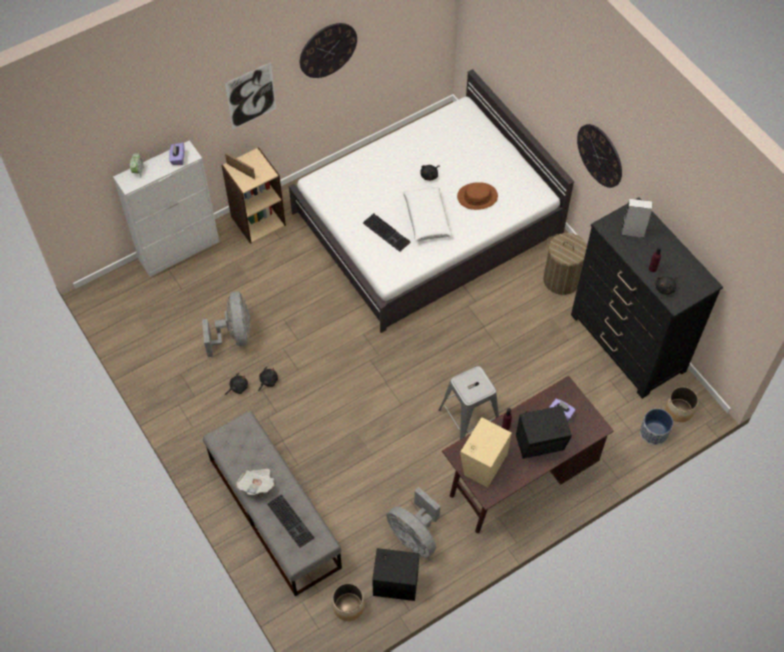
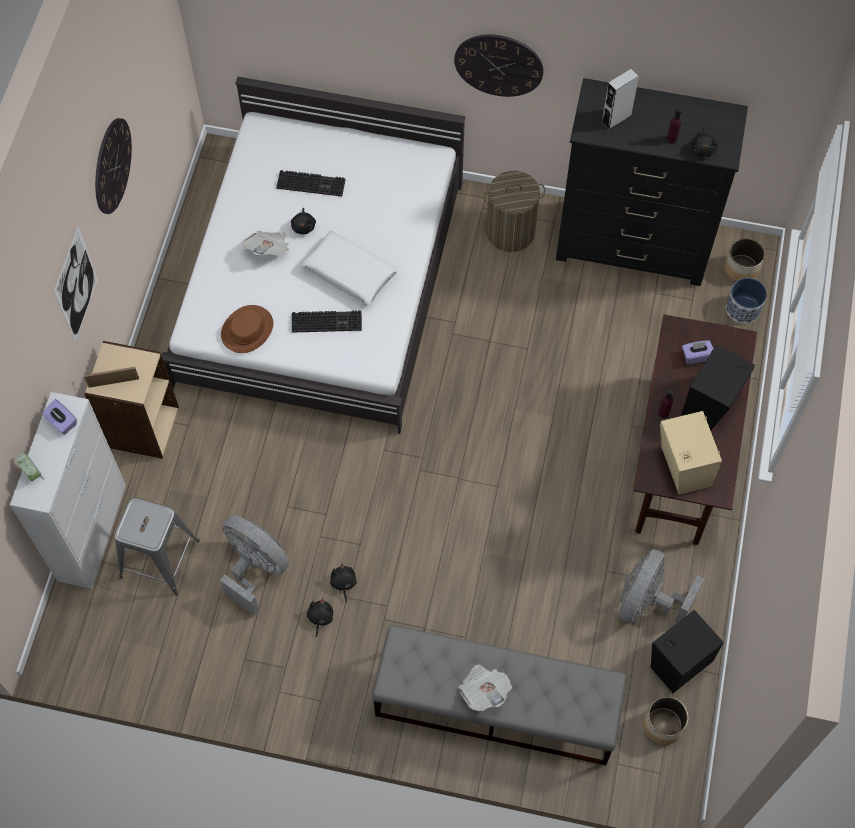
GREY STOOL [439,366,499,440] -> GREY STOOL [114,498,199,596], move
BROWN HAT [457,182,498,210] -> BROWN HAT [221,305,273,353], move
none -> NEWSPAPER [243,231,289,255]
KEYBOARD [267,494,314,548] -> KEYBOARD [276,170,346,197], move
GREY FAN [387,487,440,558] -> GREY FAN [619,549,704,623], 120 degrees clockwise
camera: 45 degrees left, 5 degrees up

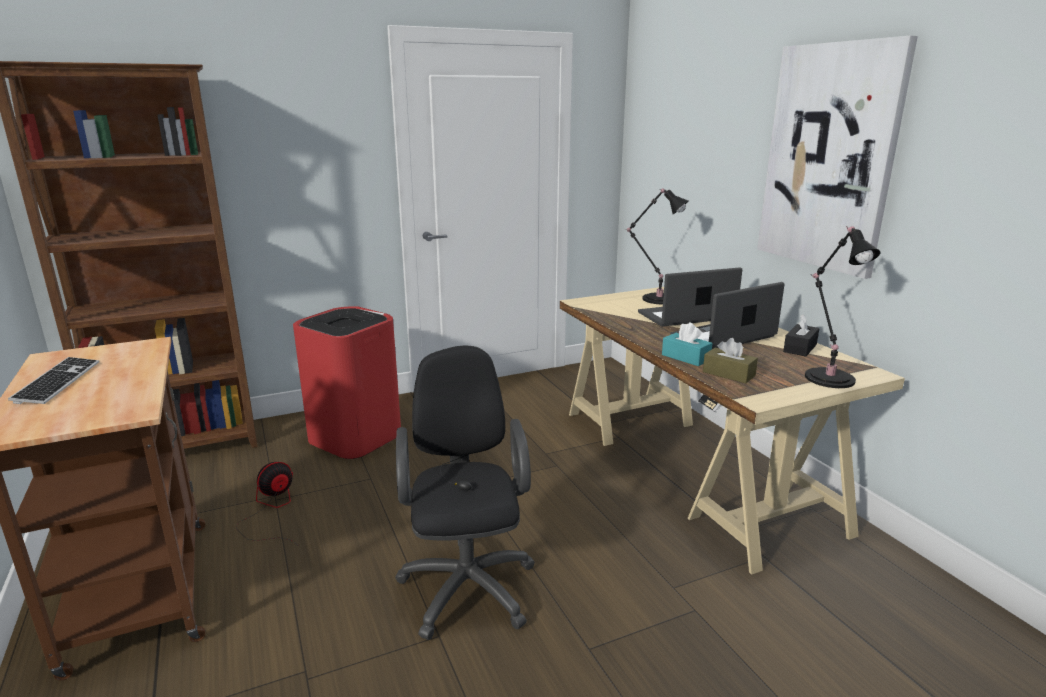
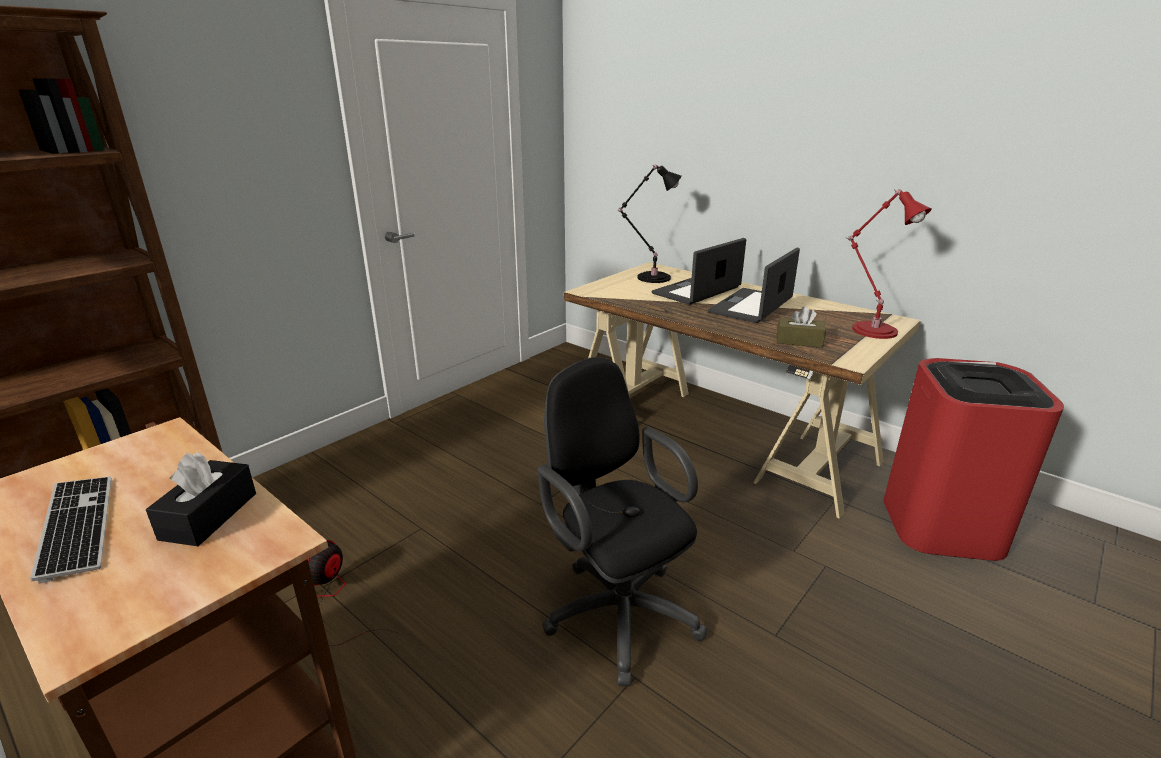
BLACK TISSUE BOX [783,314,819,357] -> BLACK TISSUE BOX [146,452,256,546], move
BLACK TABLE LAMP [805,226,880,388] -> RED TABLE LAMP [848,189,932,339]
RED TRASH CAN [293,306,401,459] -> RED TRASH CAN [884,358,1064,561], move
TURQUOISE TISSUE BOX [662,322,712,366] -> none
PICTURE [757,36,918,279] -> none
camera: 25 degrees left, 5 degrees up

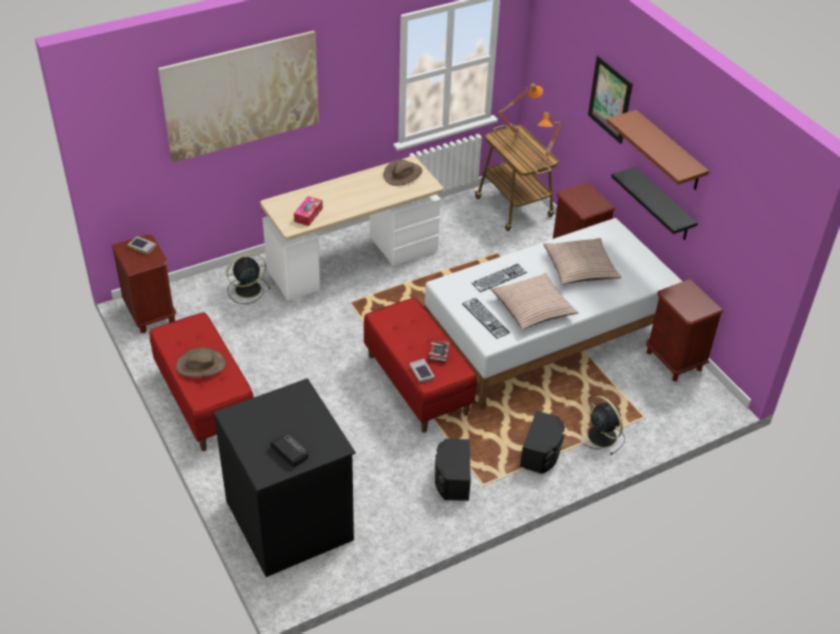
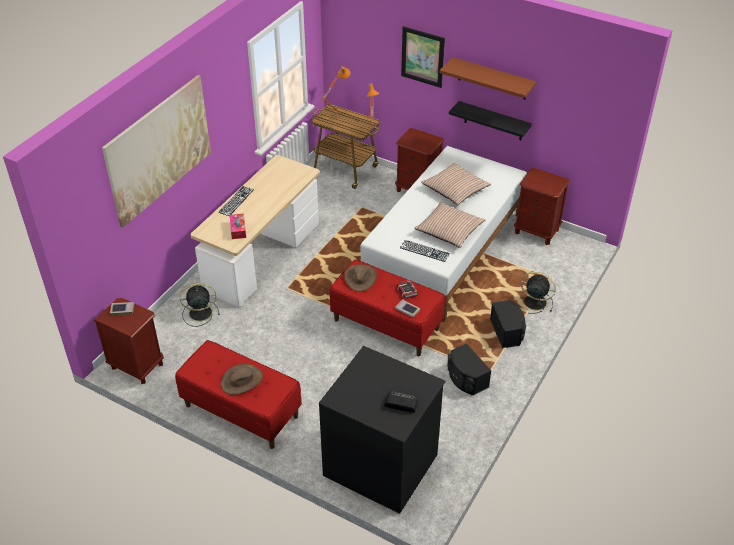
BLACK FAN [226,253,271,304] -> BLACK FAN [180,283,220,327], 45 degrees clockwise
KEYBOARD [471,264,527,292] -> KEYBOARD [218,186,254,216], move
BROWN HAT [384,159,422,186] -> BROWN HAT [344,264,377,292], move
camera: 30 degrees left, 0 degrees up

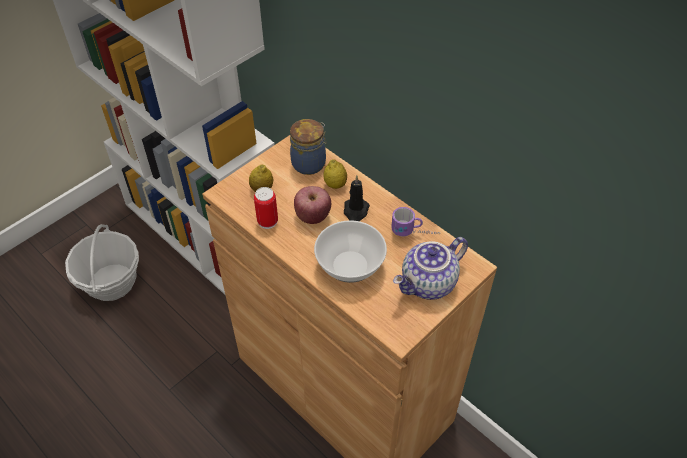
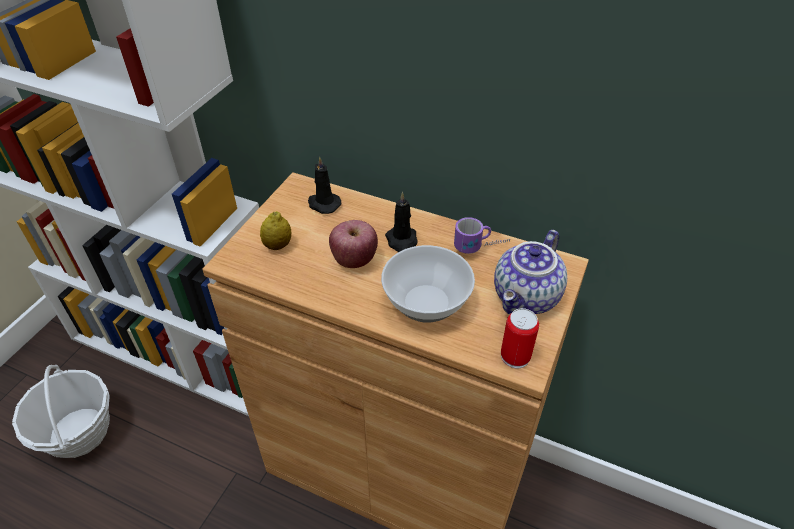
JAR [290,119,327,175] -> BLACK CANDLE [308,156,341,214]
CAN [254,187,278,229] -> CAN [501,308,539,368], move
LEMON [324,159,347,189] -> none
camera: 20 degrees left, 5 degrees down

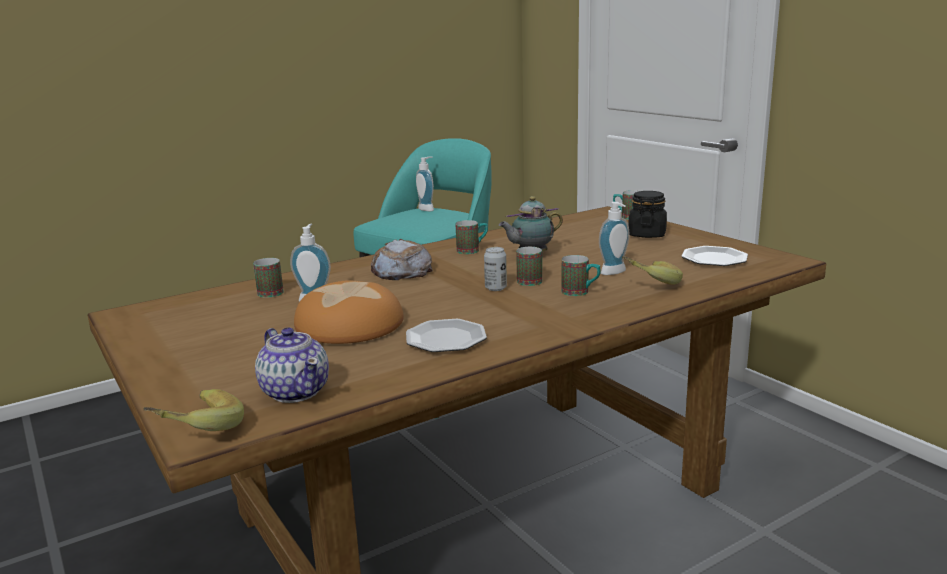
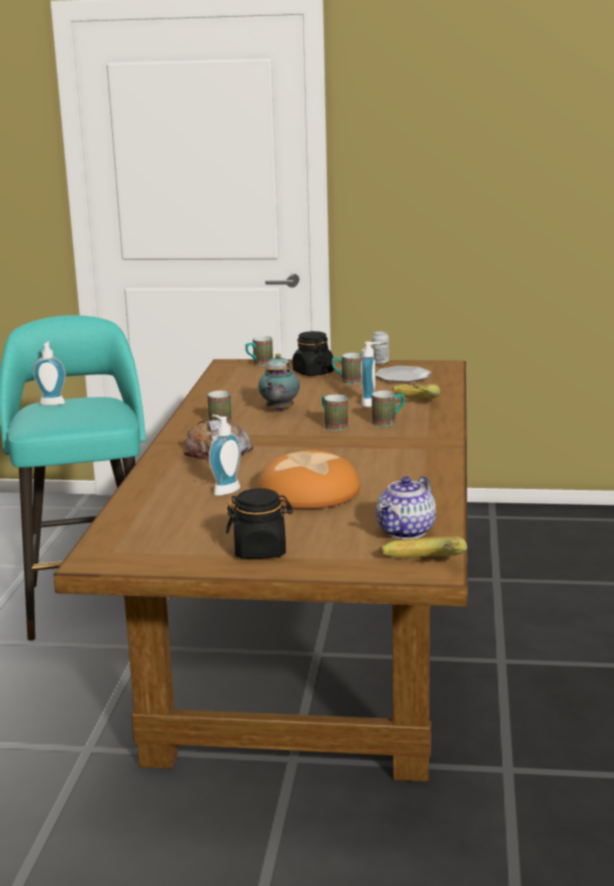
none -> BLACK JAR [226,488,293,559]
MUG [253,258,284,298] -> MUG [332,353,362,384], move
CAN [484,247,507,291] -> CAN [372,331,389,365], move
TEAPOT [255,328,329,403] -> TEAPOT [376,476,436,539], 120 degrees clockwise
PLATE [406,319,487,352] -> none
camera: 50 degrees left, 0 degrees up

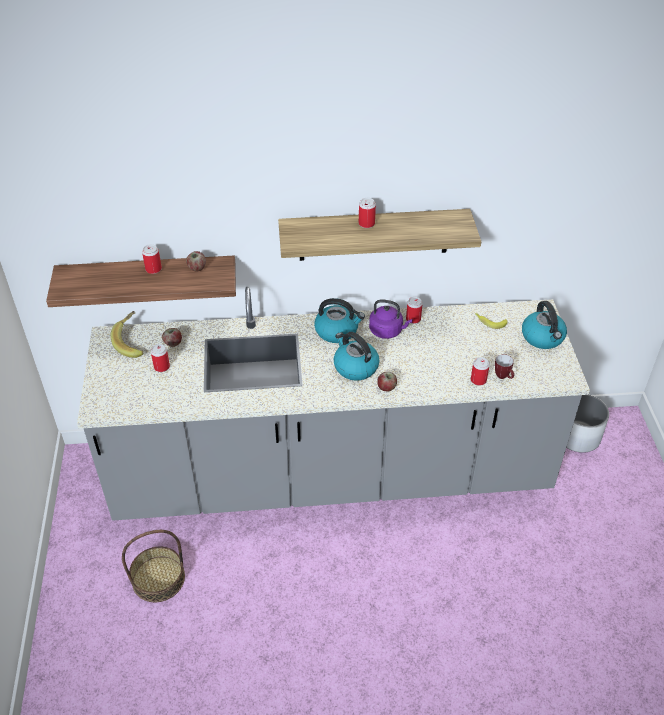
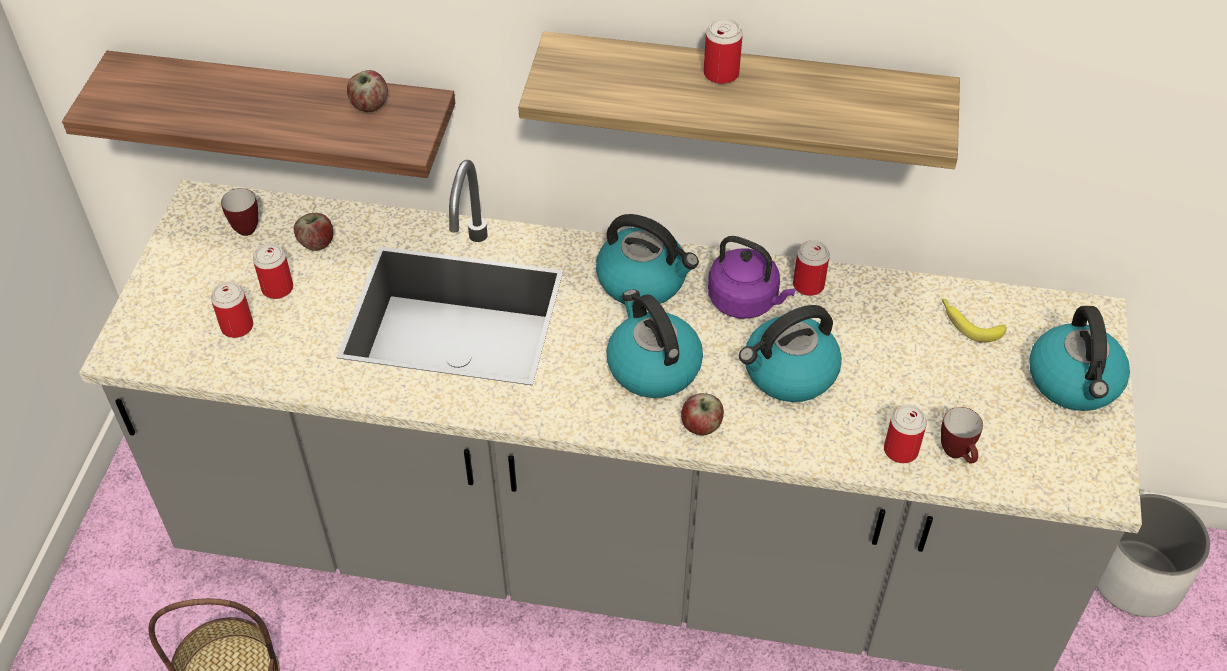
CAN [142,244,162,274] -> CAN [211,281,253,338], move
BANANA [111,311,144,358] -> MUG [221,188,258,236]
none -> KETTLE [739,305,842,402]
camera: 15 degrees right, 5 degrees up

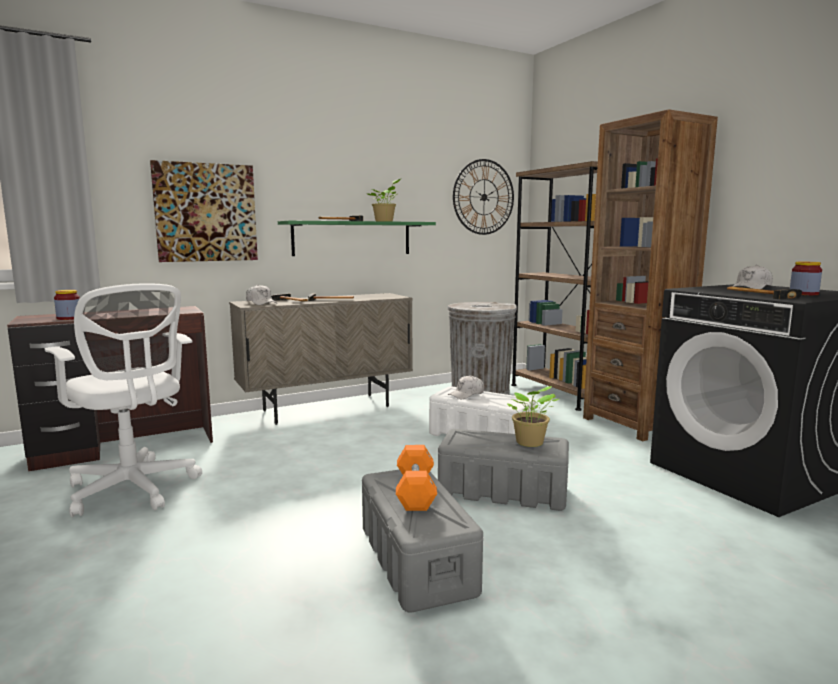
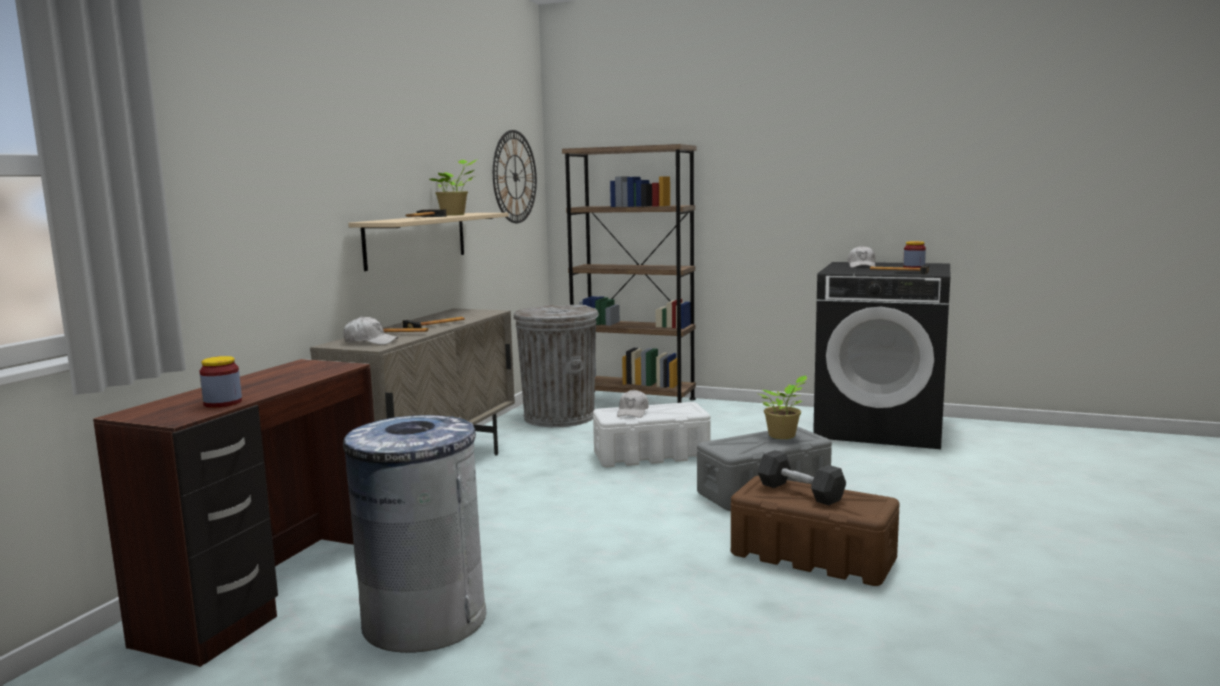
WHITE OFFICE CHAIR [45,283,202,517] -> GREY TRASH CAN [343,415,486,653]
GREEN SHELF [278,220,436,256] -> BEIGE SHELF [348,213,509,271]
GREY STORAGE BOX [362,470,483,613] -> BROWN STORAGE BOX [731,476,900,586]
ORANGE DUMBBELL [396,445,437,511] -> BLACK DUMBBELL [757,450,846,505]
PICTURE [150,160,258,262] -> none
BROWN BOOKCASE [583,109,718,441] -> none
camera: 40 degrees left, 0 degrees up

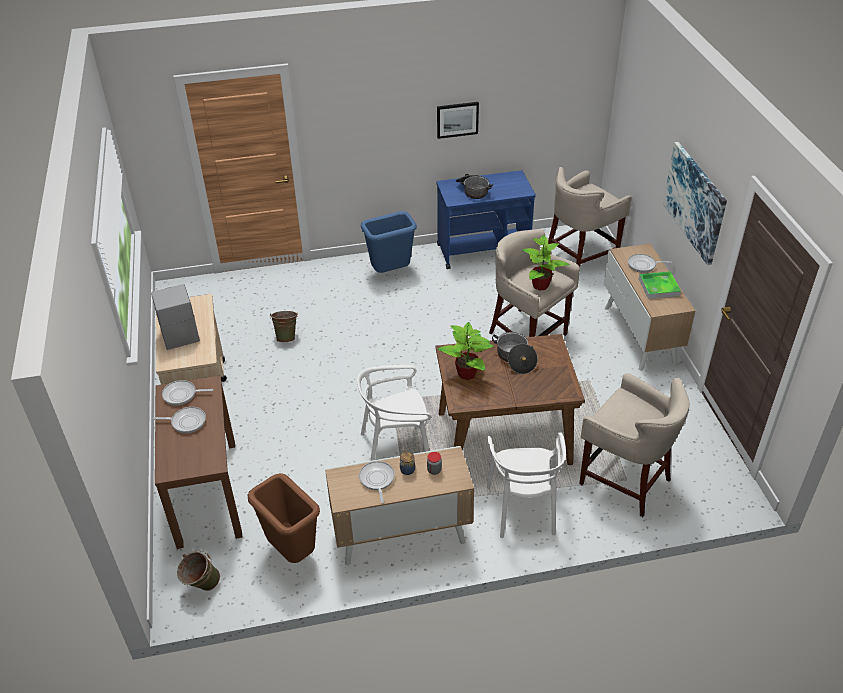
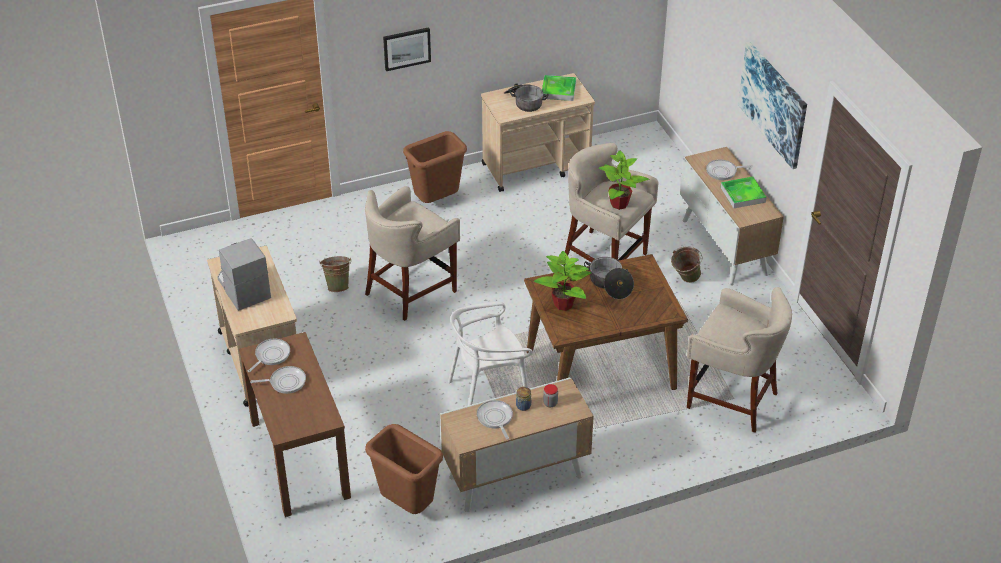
FRYING PAN [162,380,213,405] -> FRYING PAN [248,339,290,372], 135 degrees clockwise
BEIGE STOOL [548,167,632,267] -> BEIGE STOOL [365,186,460,321], move
PICTURE [437,102,479,139] -> PICTURE [383,27,431,71], move
BLUE TRASH CAN [361,211,417,273] -> BROWN TRASH CAN [403,131,467,203]
BLUE CART [437,170,536,269] -> BEIGE CART [481,73,595,192]
none -> TRAY [542,75,576,101]
GREEN BUCKET [177,550,220,591] -> GREEN BUCKET [671,246,702,283], move
WHITE CHAIR [487,432,566,538] -> none
camera: 10 degrees left, 0 degrees up

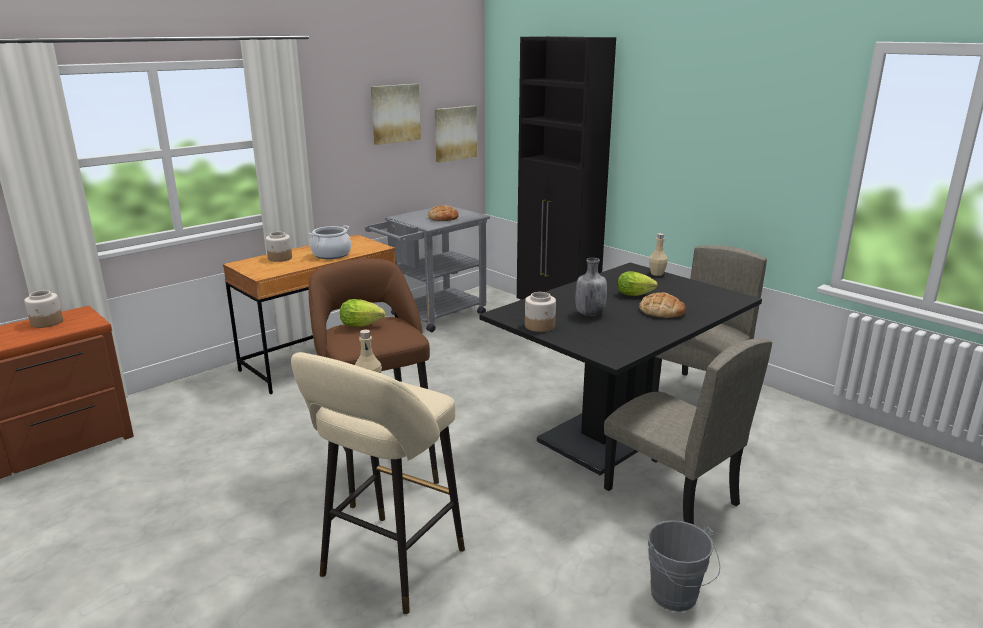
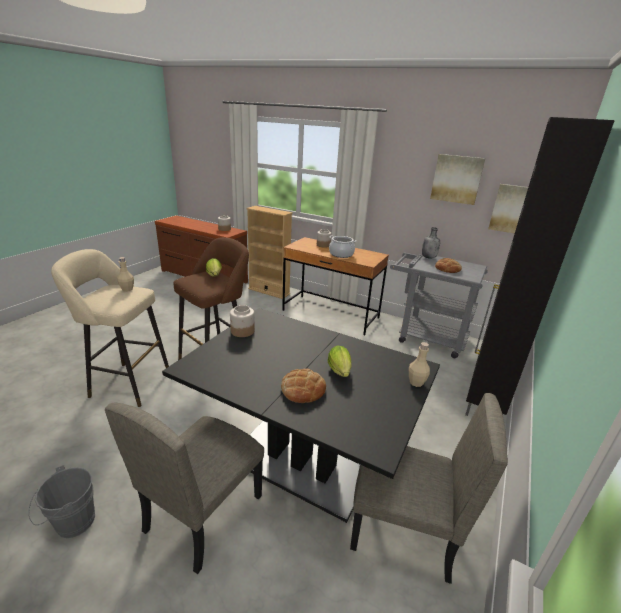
none -> BEIGE BOOKCASE [246,206,293,299]
GREY BOTTLE [576,258,607,316] -> GREY BOTTLE [422,227,440,259], move
camera: 70 degrees right, 5 degrees up

